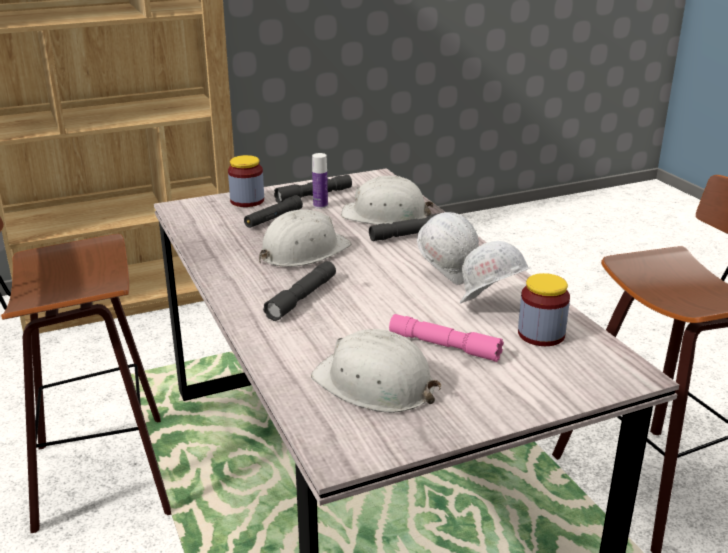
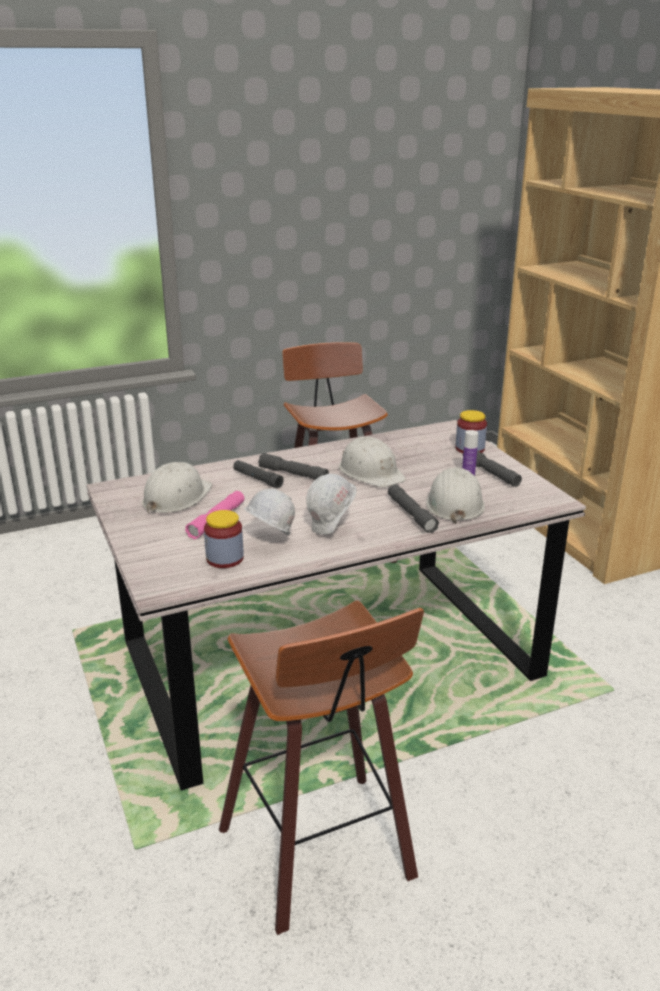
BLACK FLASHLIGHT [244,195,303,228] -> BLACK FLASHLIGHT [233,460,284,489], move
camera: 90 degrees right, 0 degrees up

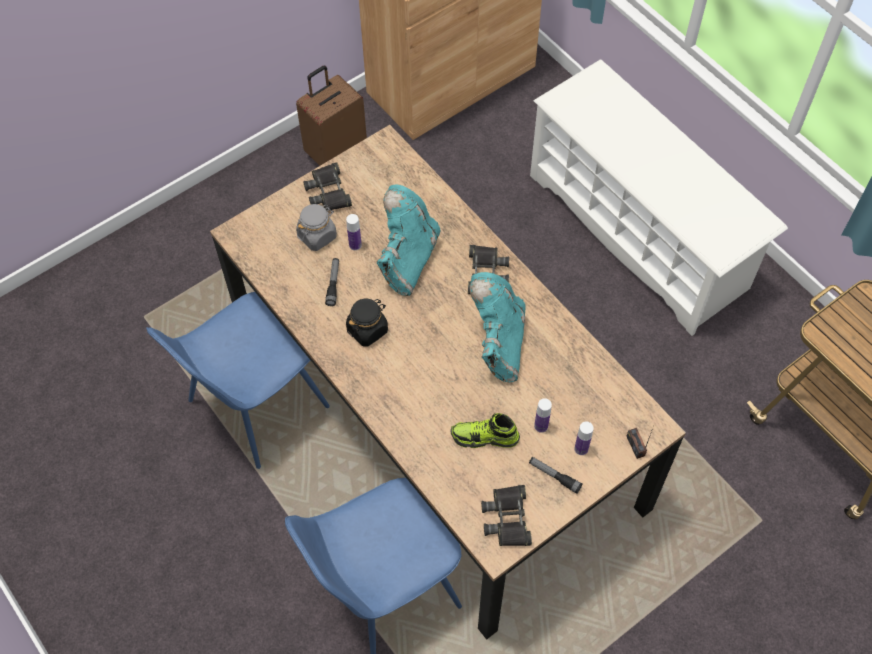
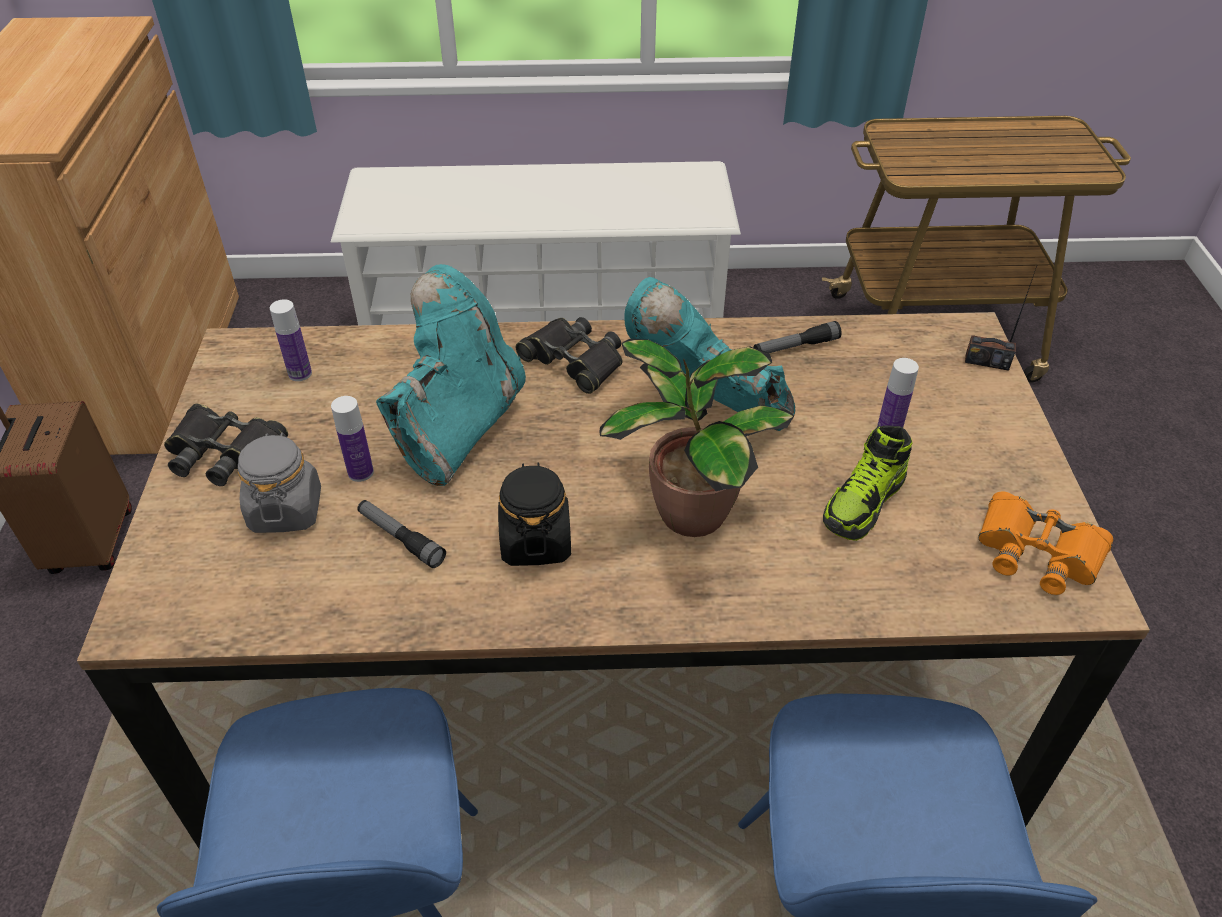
BOTTLE [574,421,594,455] -> BOTTLE [270,299,312,381], move
TURQUOISE BOOT [377,184,440,296] -> TURQUOISE BOOT [376,264,526,486], 60 degrees clockwise
none -> POTTED PLANT [599,339,794,537]
FLASHLIGHT [529,457,583,494] -> FLASHLIGHT [754,321,842,353], move
BLACK BINOCULARS [481,485,532,546] -> ORANGE BINOCULARS [978,492,1113,595]
camera: 55 degrees left, 15 degrees down

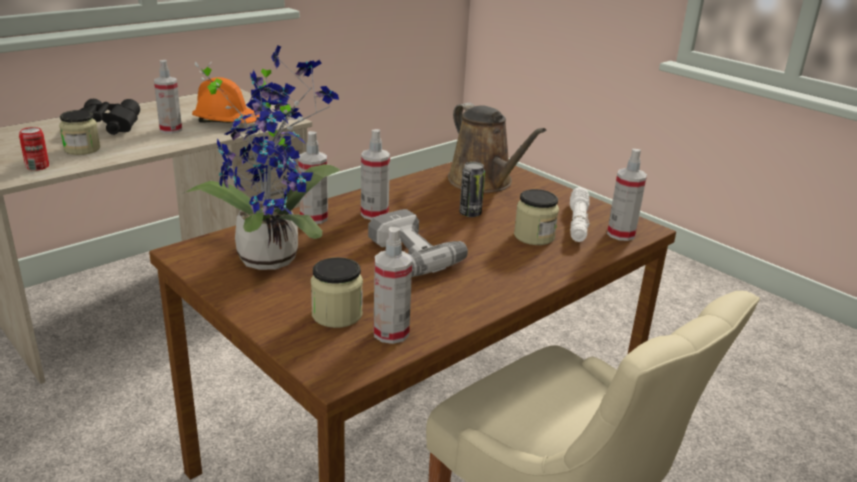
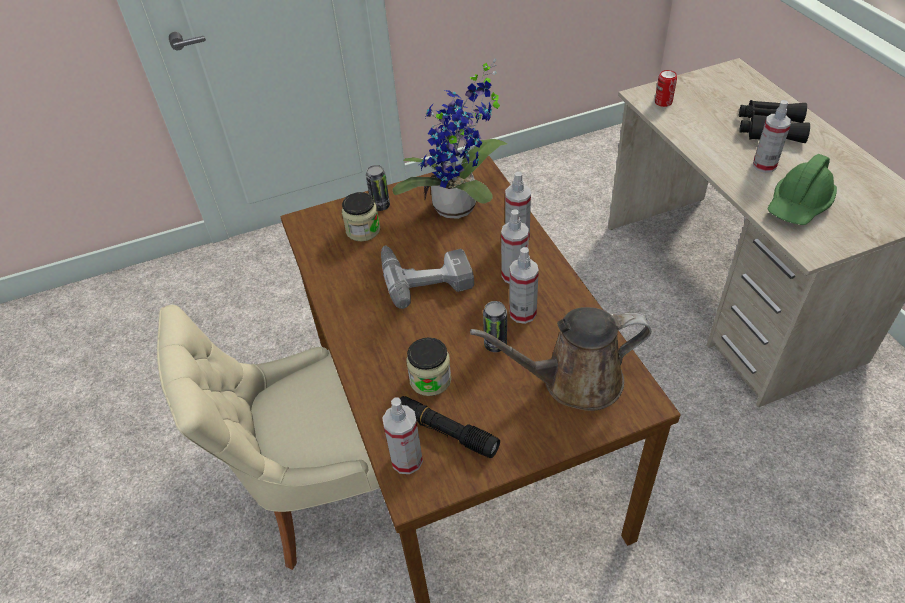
none -> CAN [366,165,390,211]
WHITE FLASHLIGHT [570,187,590,242] -> BLACK FLASHLIGHT [400,396,500,458]
SPRAY BOTTLE [374,227,412,344] -> SPRAY BOTTLE [509,247,539,324], move
ORANGE HARD HAT [192,77,260,123] -> GREEN HARD HAT [767,154,837,225]
JAR [59,110,100,155] -> none
camera: 115 degrees right, 20 degrees up

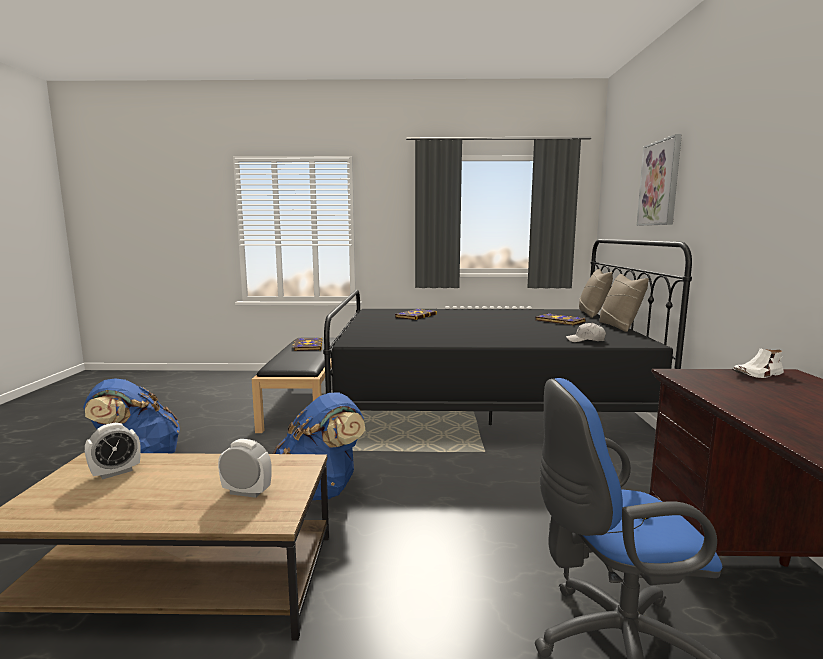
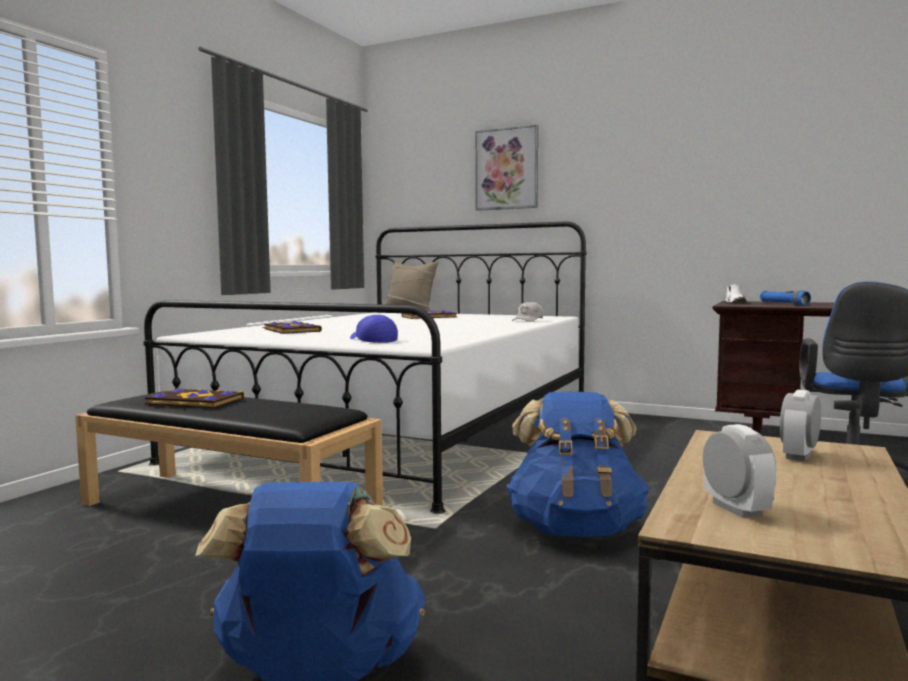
BLACK BED [323,239,692,425] -> WHITE BED [143,221,587,514]
none -> CAP [350,314,398,343]
none -> BLUE FLASHLIGHT [760,291,811,305]
BEIGE PILLOW [599,274,649,332] -> none
camera: 65 degrees left, 5 degrees down

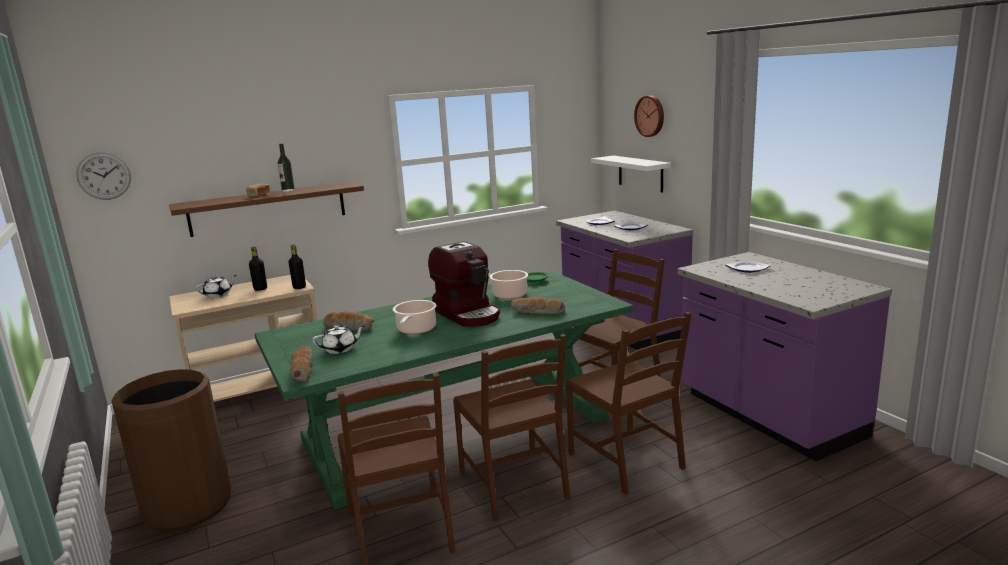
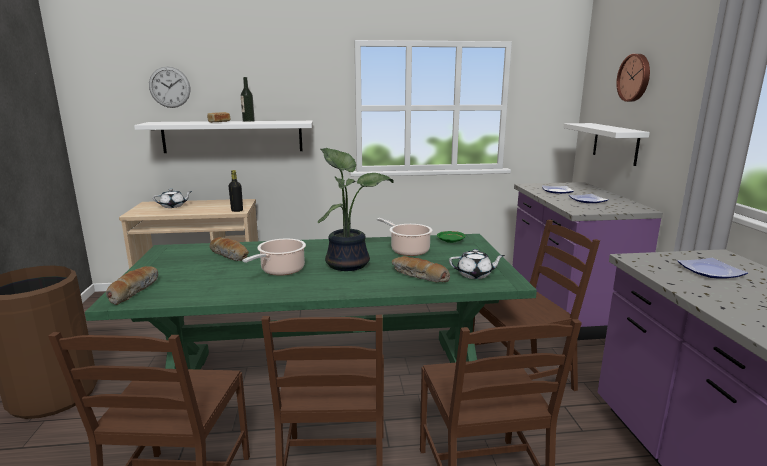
BROWN SHELF [169,181,364,237] -> WHITE SHELF [134,121,313,153]
WALL CLOCK [76,152,131,200] -> WALL CLOCK [149,66,190,108], move
COFFEE MACHINE [428,241,500,327] -> POTTED PLANT [318,148,394,271]
WHITE TEAPOT [312,325,365,354] -> WHITE TEAPOT [449,249,505,279], move
BLACK BOTTLE [249,247,267,291] -> none
camera: 20 degrees right, 0 degrees up

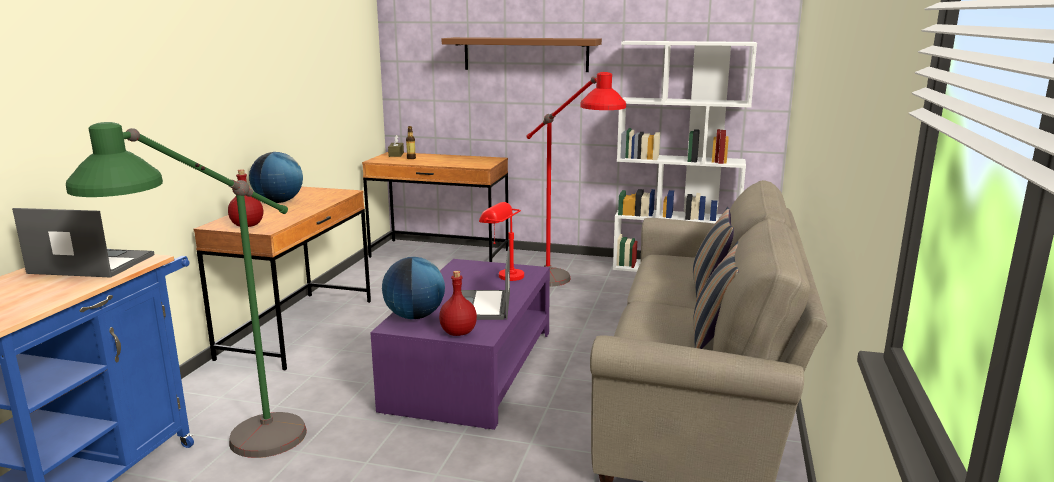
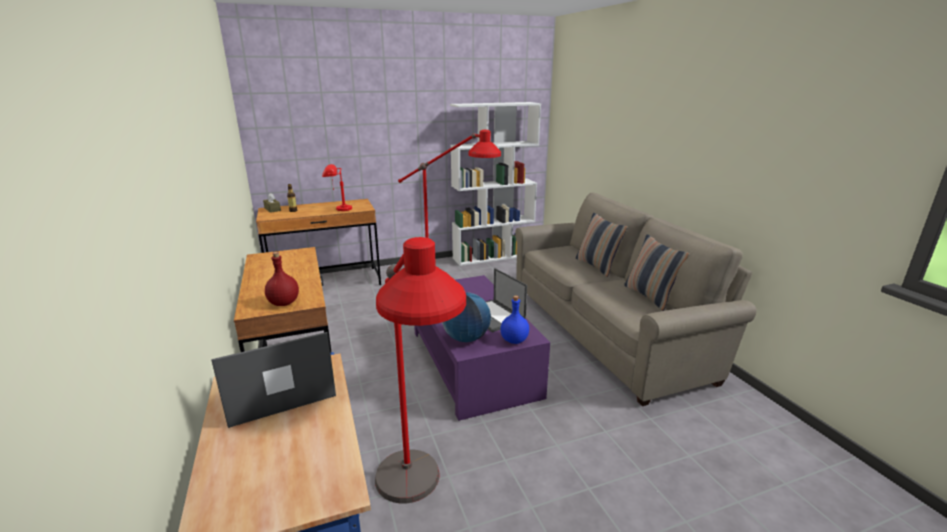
RED TABLE LAMP [479,202,524,281] -> RED TABLE LAMP [322,164,352,211], move
GREEN FLOOR LAMP [66,122,307,458] -> RED FLOOR LAMP [375,237,466,504]
RED BOTTLE [439,271,477,336] -> BLUE BOTTLE [501,296,529,344]
GLOBE [249,152,303,203] -> none
BROWN SHELF [442,37,602,72] -> none
camera: 35 degrees left, 5 degrees up

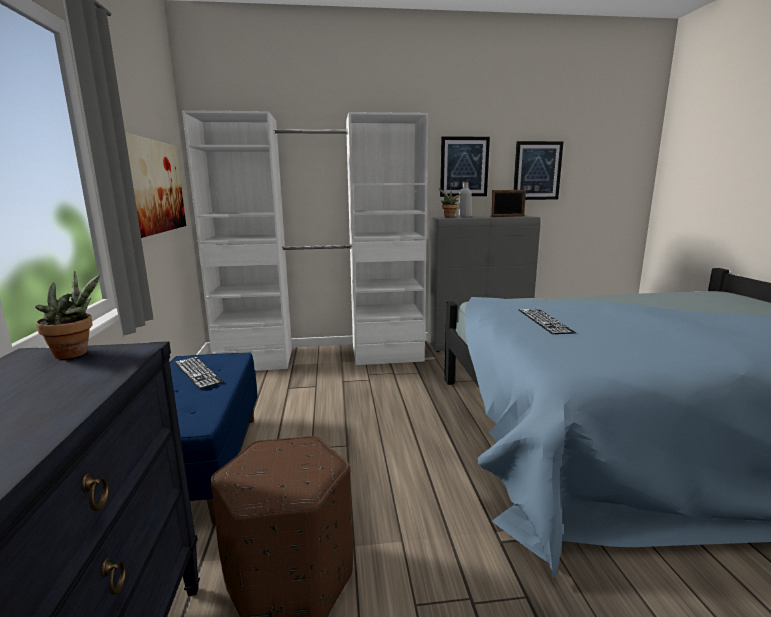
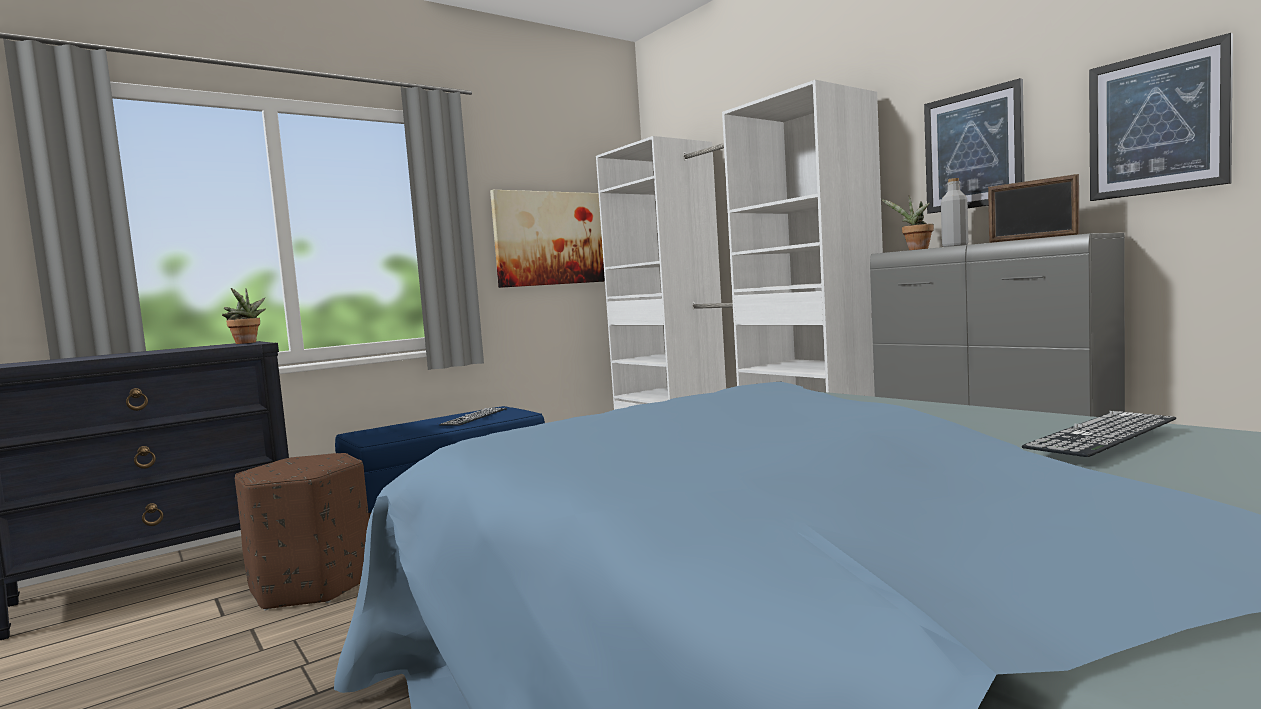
KEYBOARD [519,309,576,334] -> KEYBOARD [1022,411,1176,457], move
camera: 60 degrees right, 10 degrees down

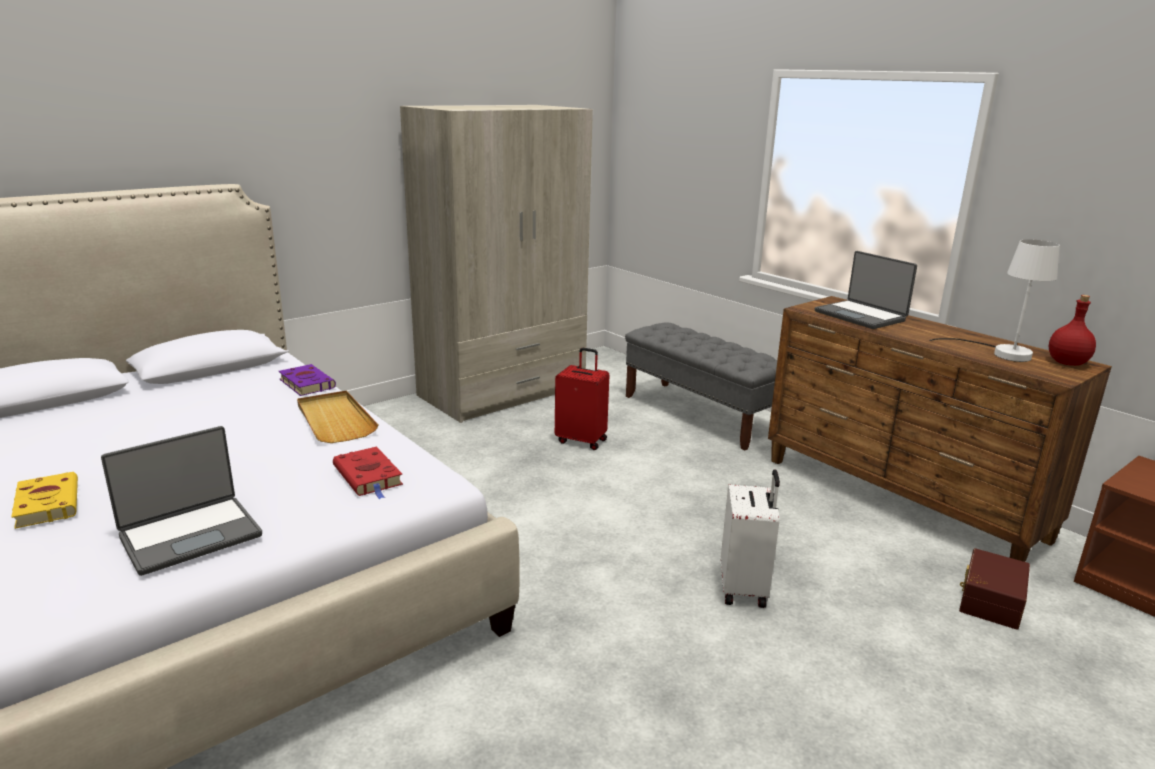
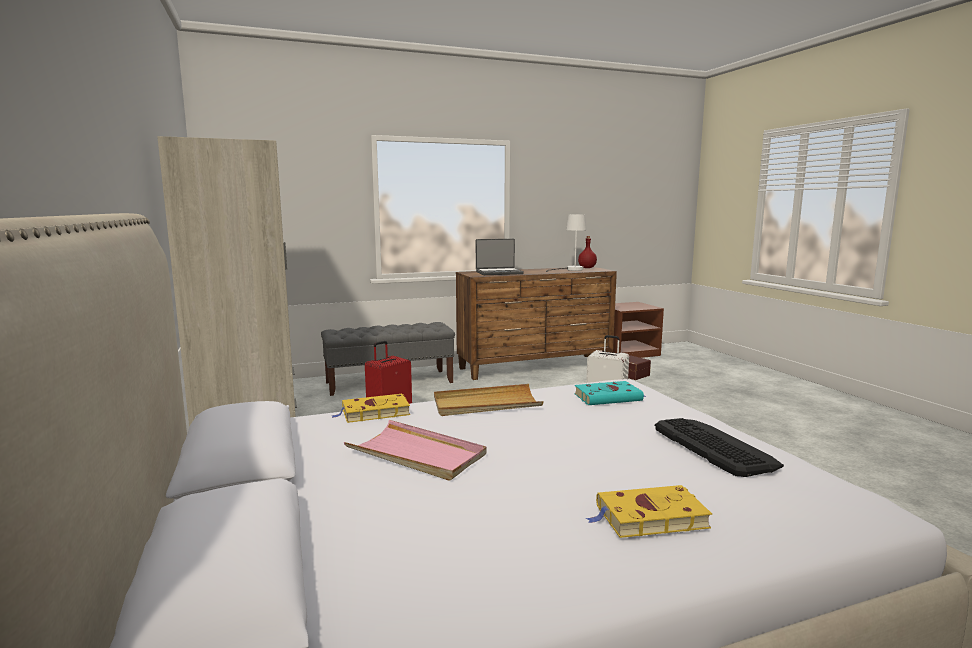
PURPLE BOOK [278,364,336,396] -> YELLOW BOOK [332,394,410,423]
none -> PINK TRAY [344,420,487,481]
RED BOOK [333,446,403,499] -> TURQUOISE BOOK [574,381,647,405]
LAPTOP [101,426,262,576] -> KEYBOARD [655,418,784,477]
camera: 70 degrees left, 10 degrees down

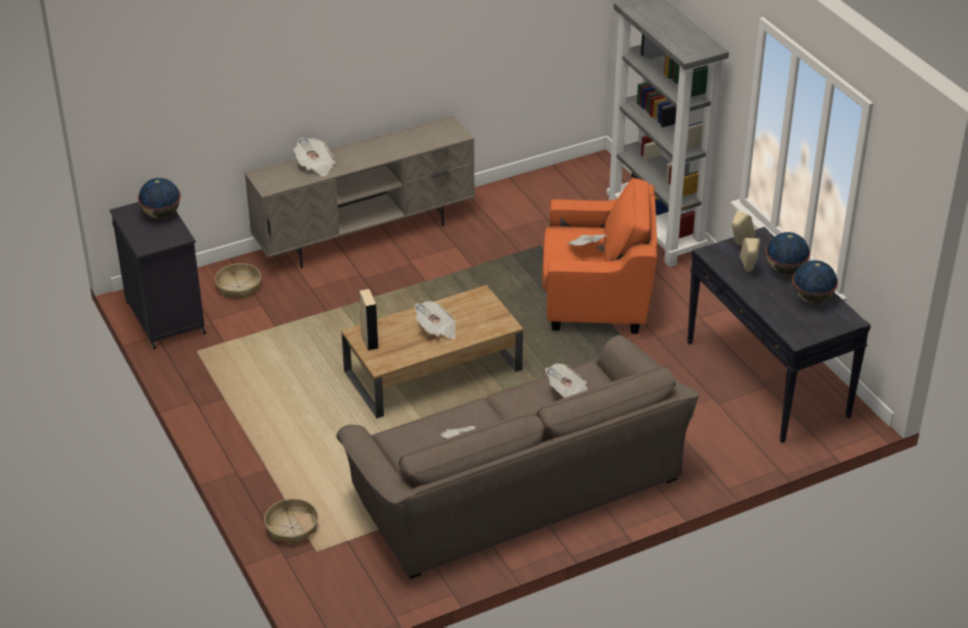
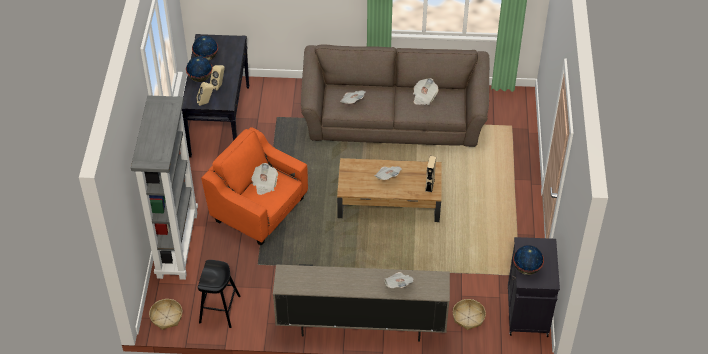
BASKET [264,499,318,545] -> BASKET [149,299,182,330], move
none -> BLACK STOOL [198,260,240,328]
camera: 150 degrees left, 10 degrees up

